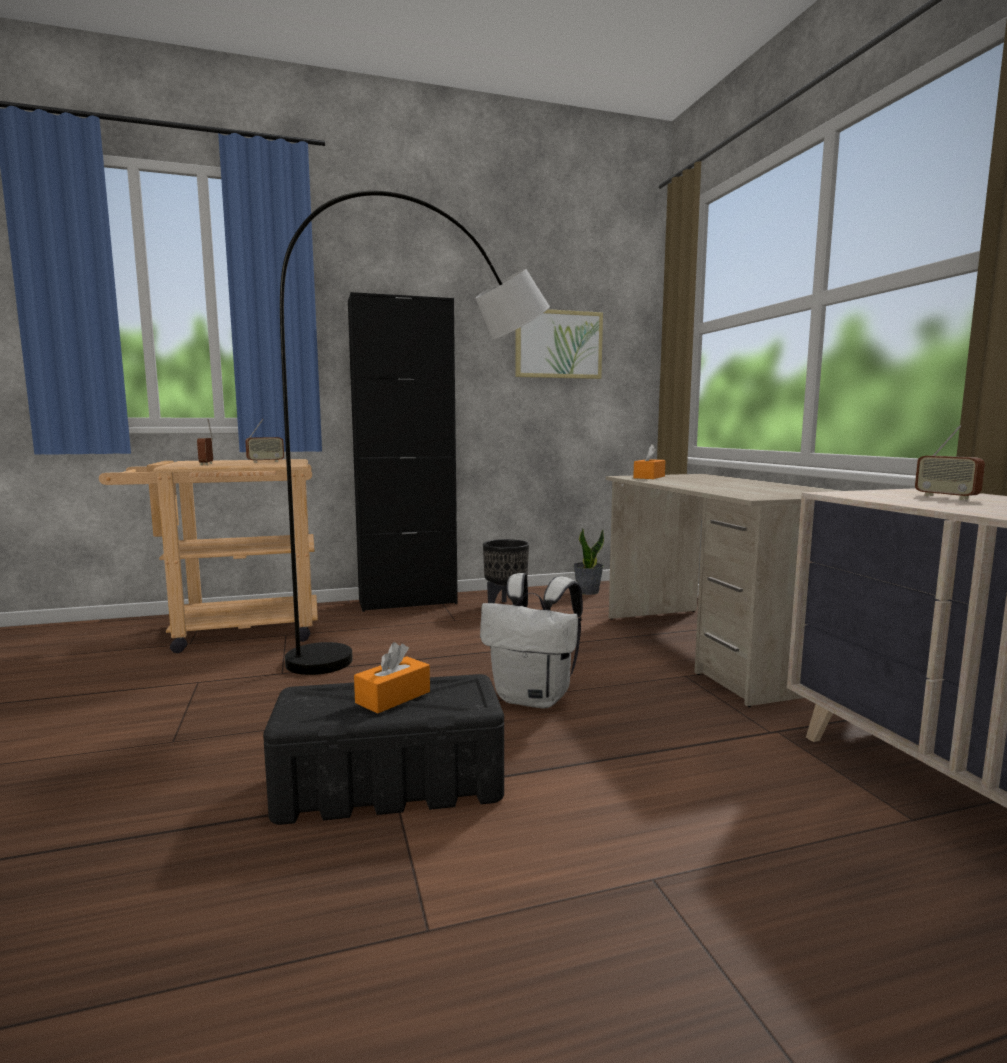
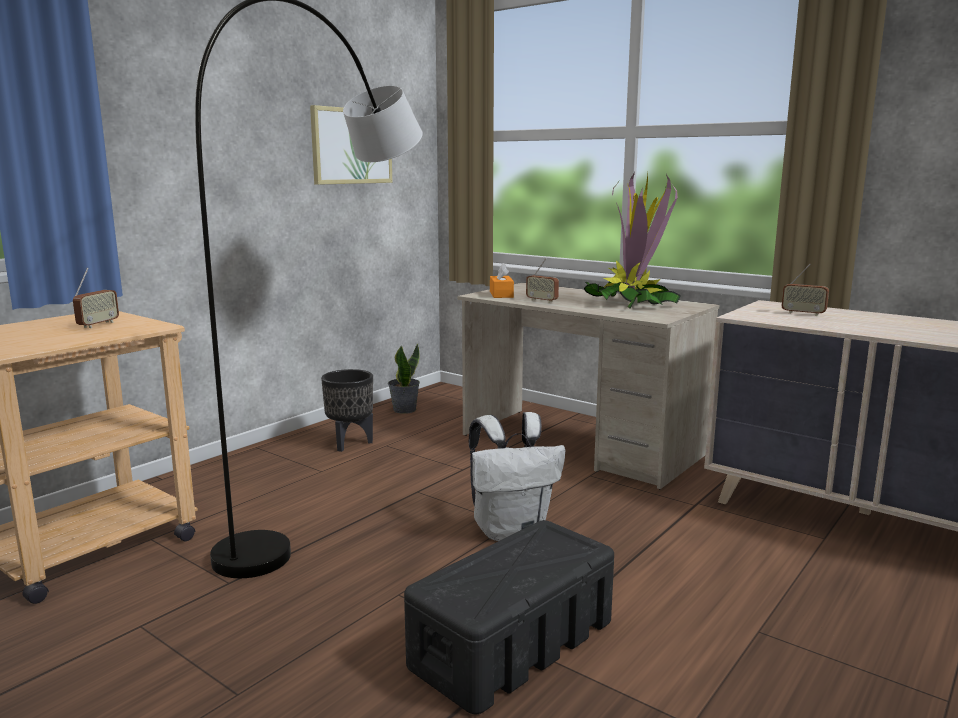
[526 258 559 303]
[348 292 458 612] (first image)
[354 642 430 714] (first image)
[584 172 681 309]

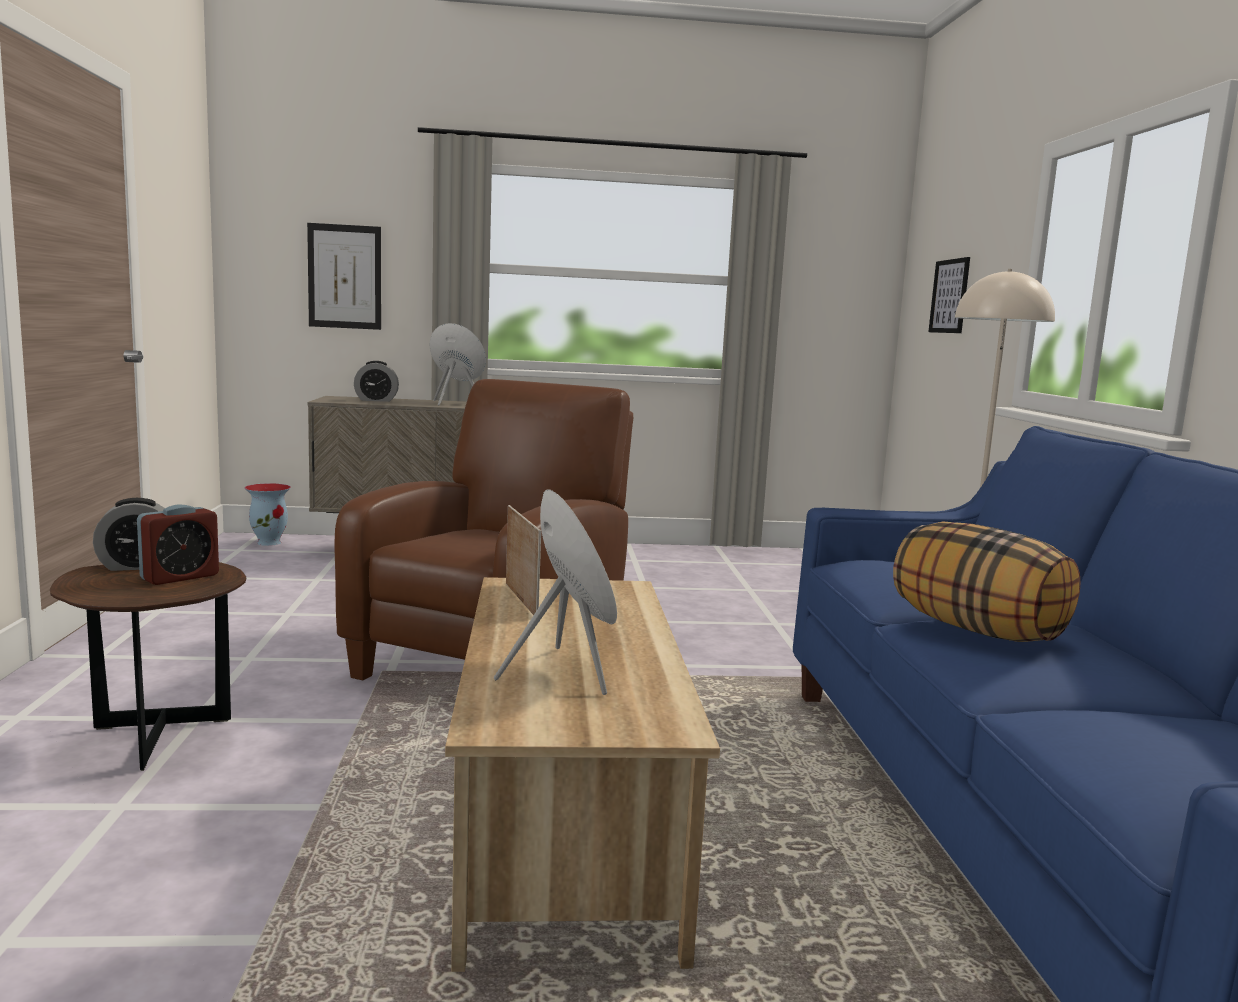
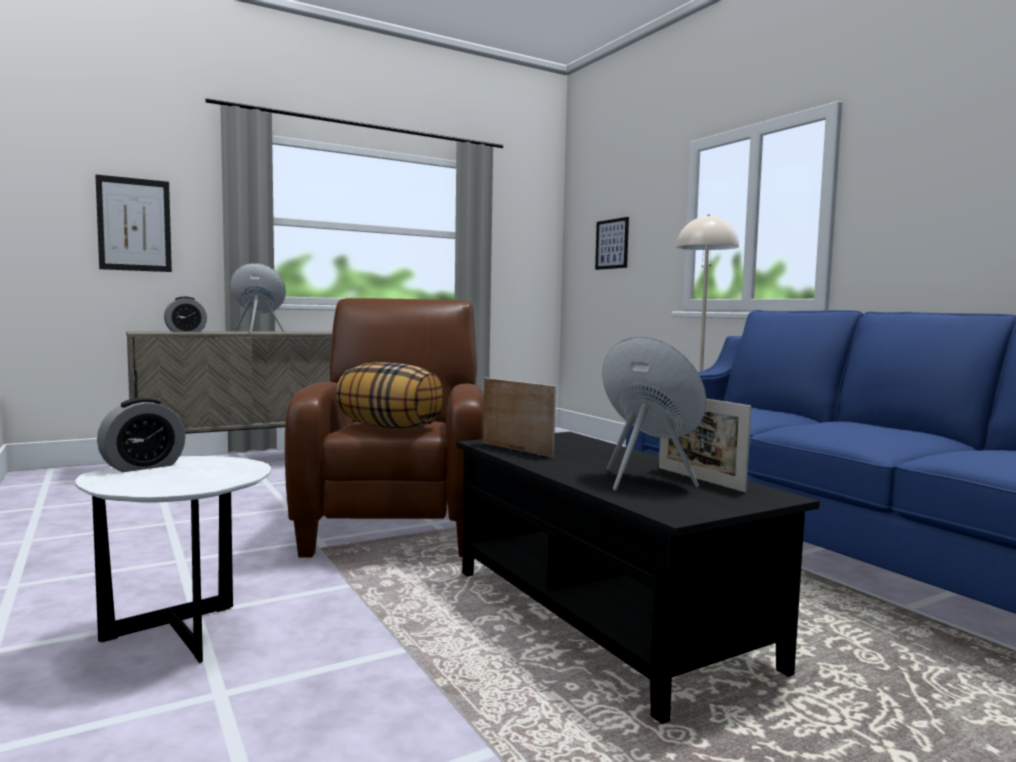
[75 456 271 663]
[137 505 219 585] (first image)
[245 483 291 546] (first image)
[456 432 820 724]
[336 362 444 429]
[659 399 751 492]

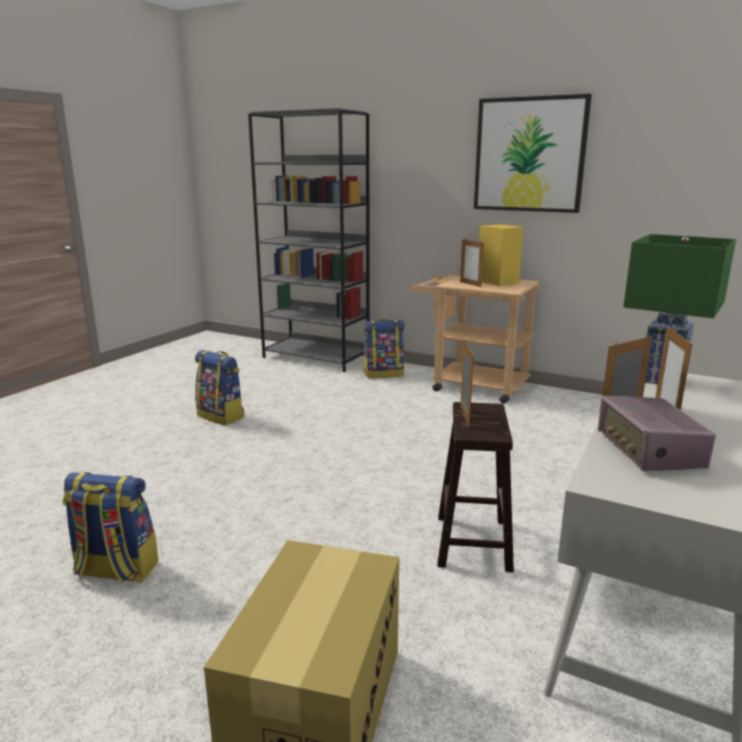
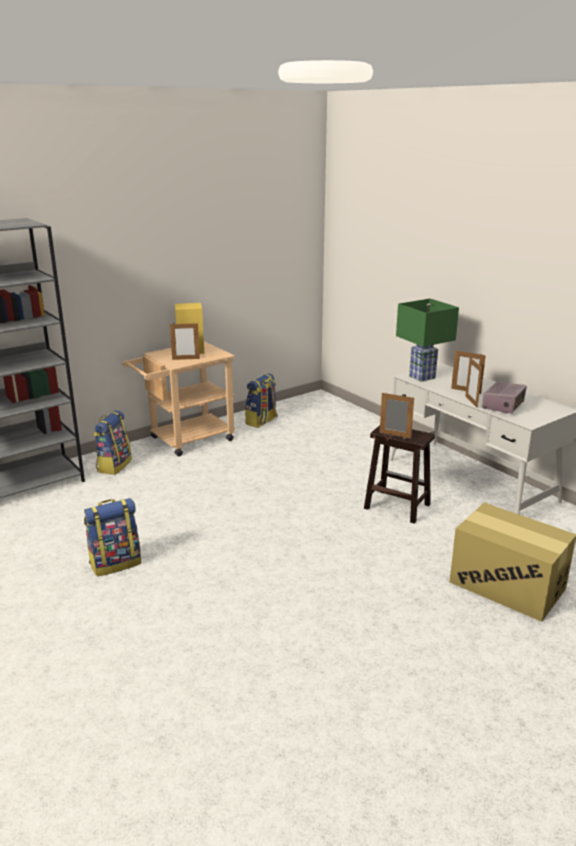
[245 373 278 428]
[474 94 592 213] (first image)
[482 382 527 414]

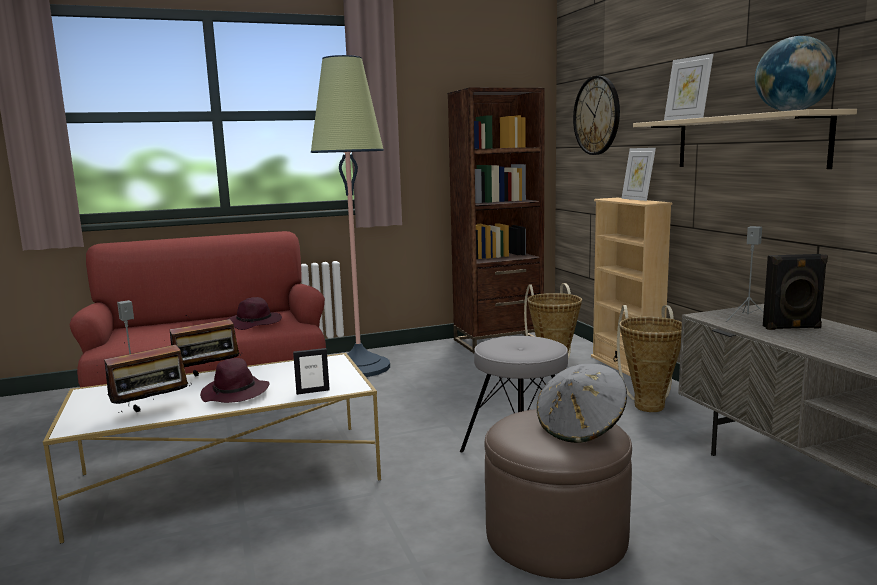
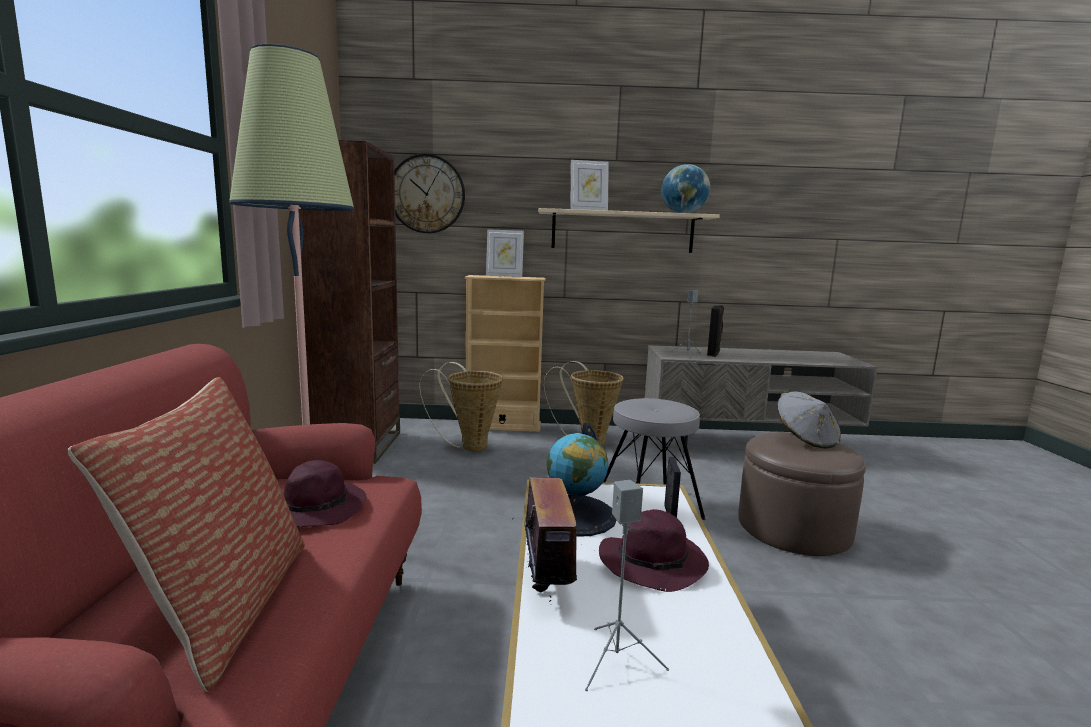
[104 342 192 413] (first image)
[68 377 305 692]
[547 423 617 537]

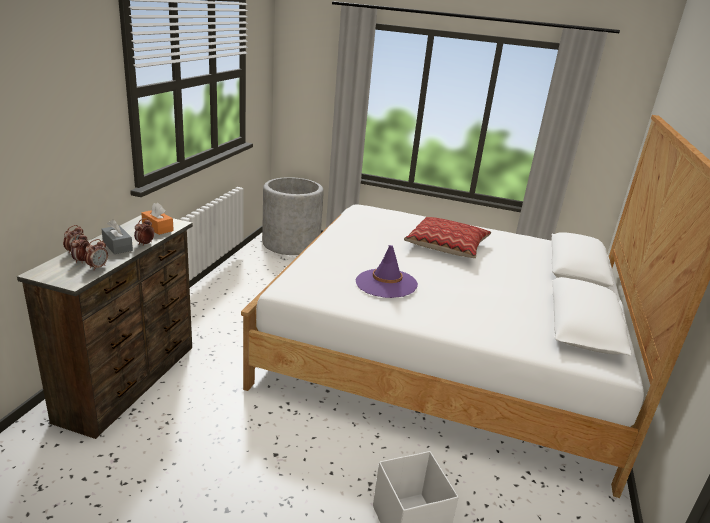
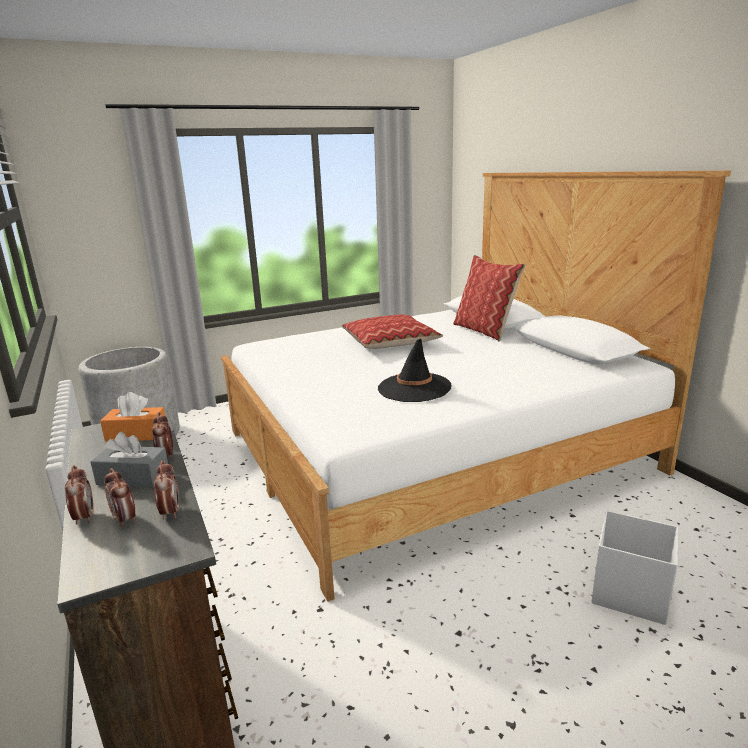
[378 339 452 402]
[453 255 526 342]

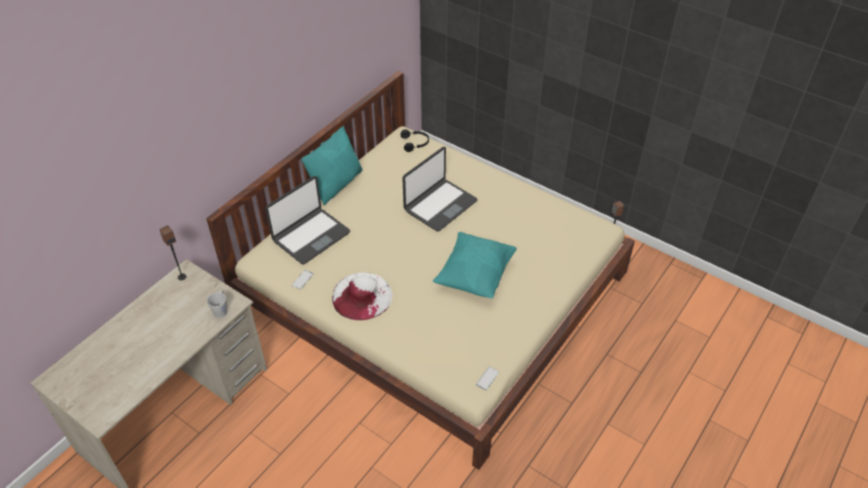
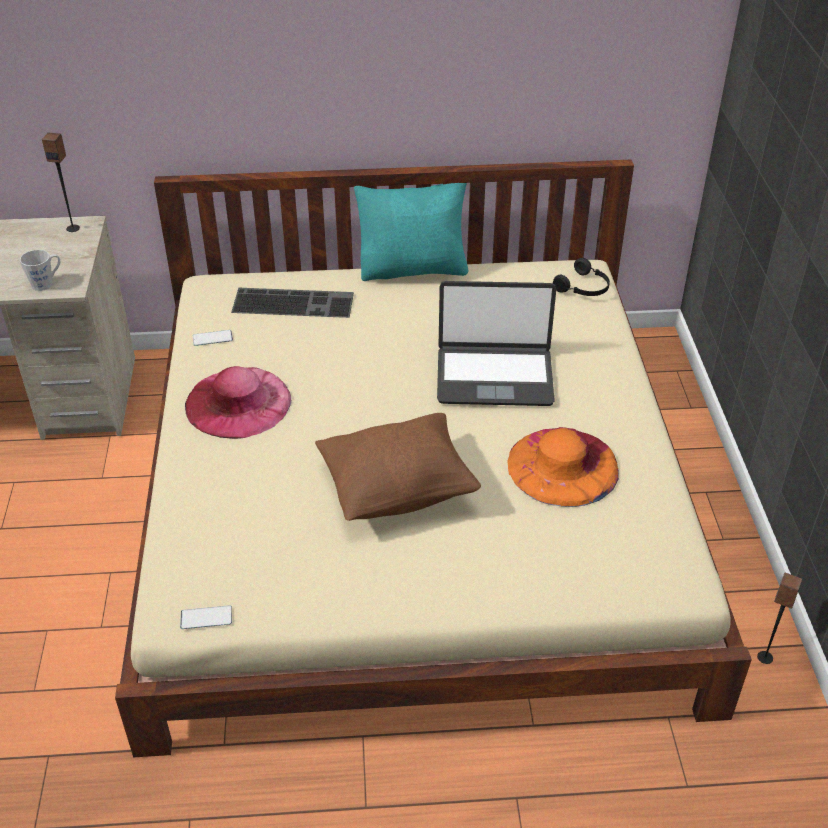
[231 288 354 318]
[185 366 291 439]
[315 413 481 521]
[507 427 619 507]

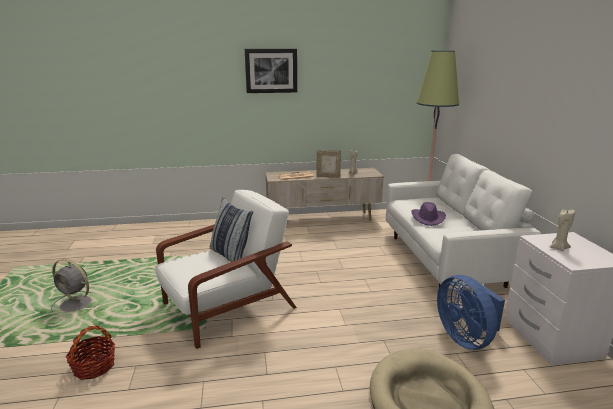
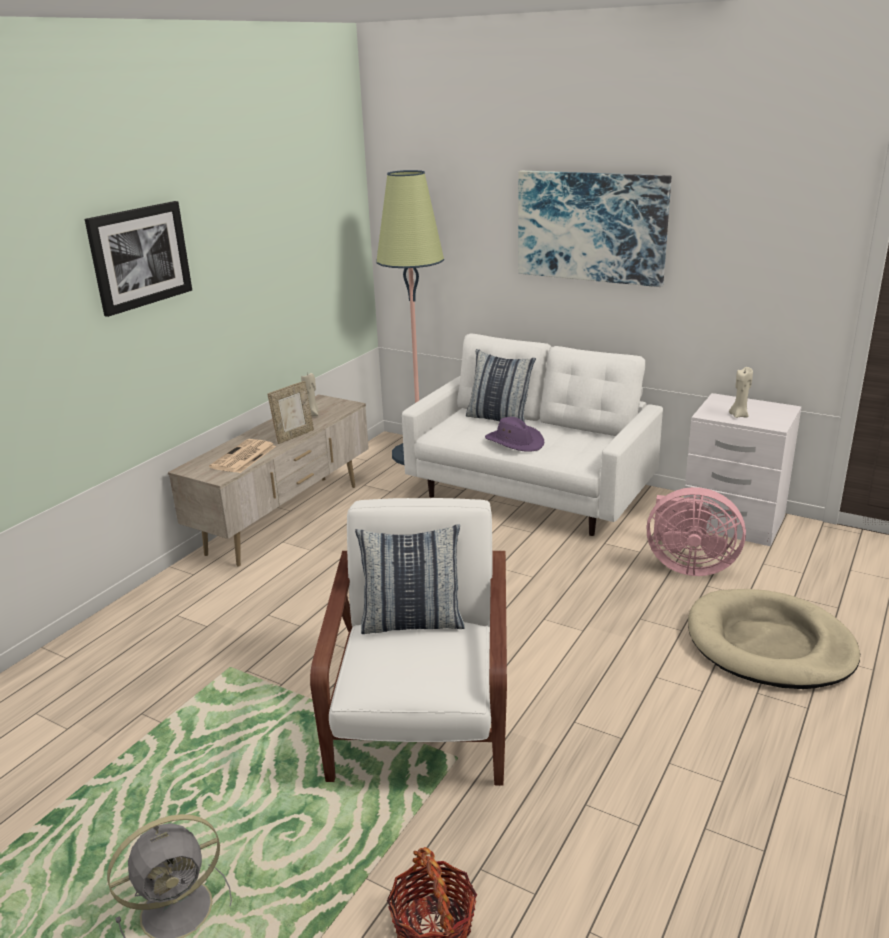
[647 487 746 576]
[466 349 536 423]
[518 171 671 287]

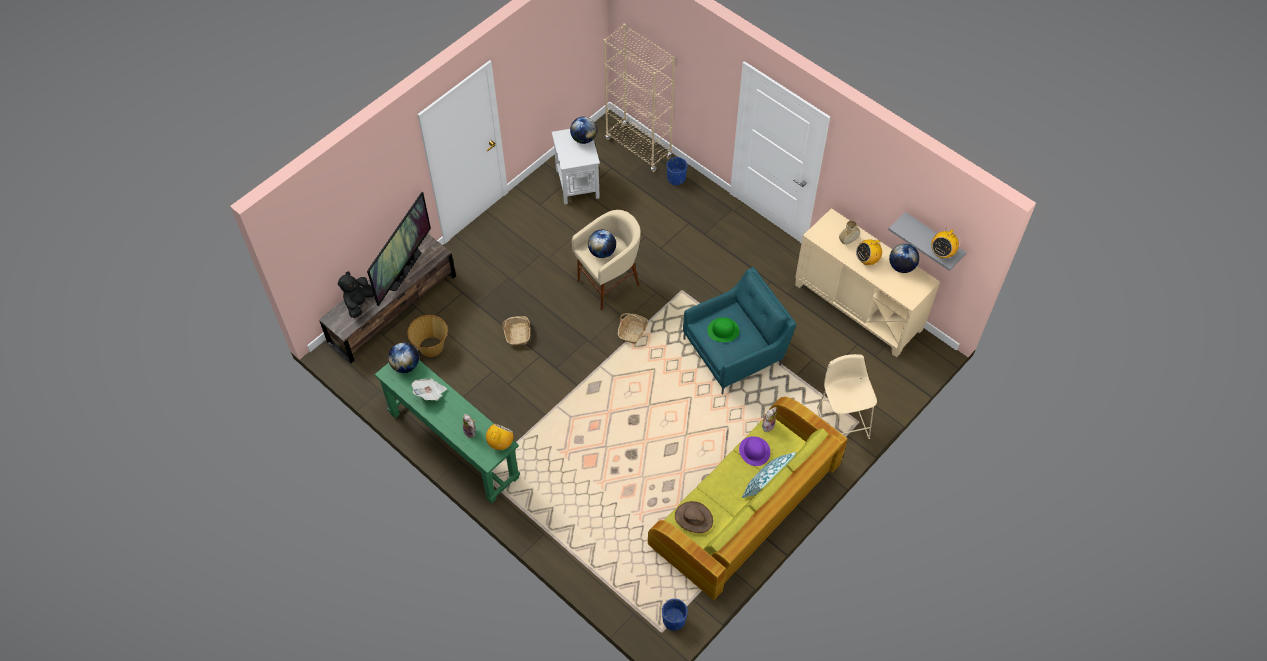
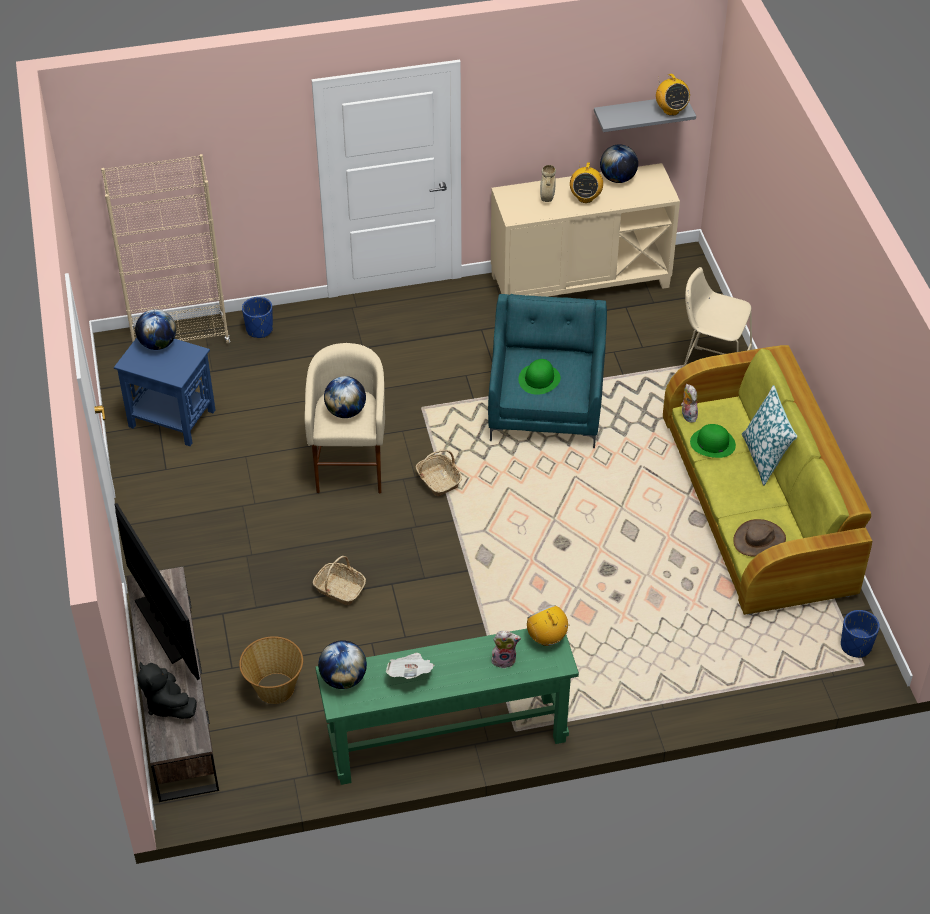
[114 338 215 446]
[690 424 736 458]

